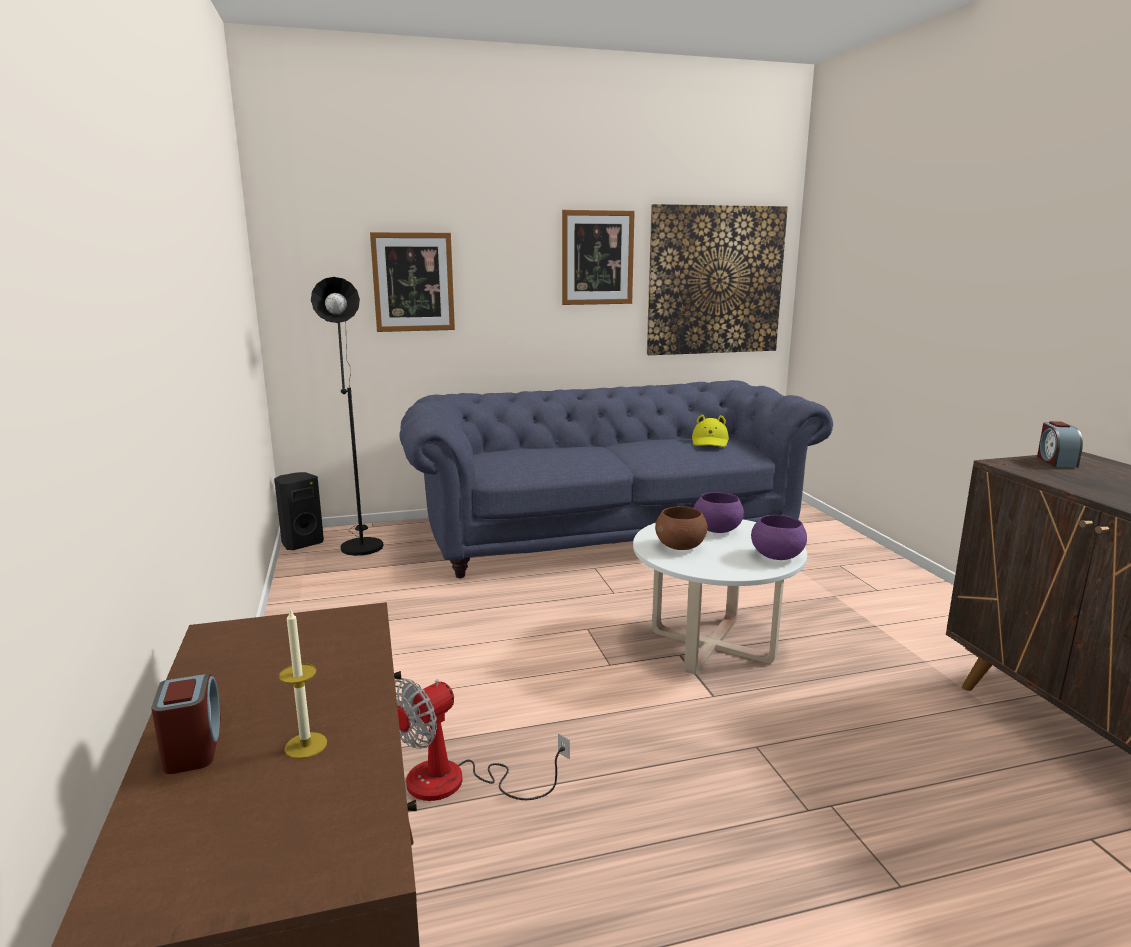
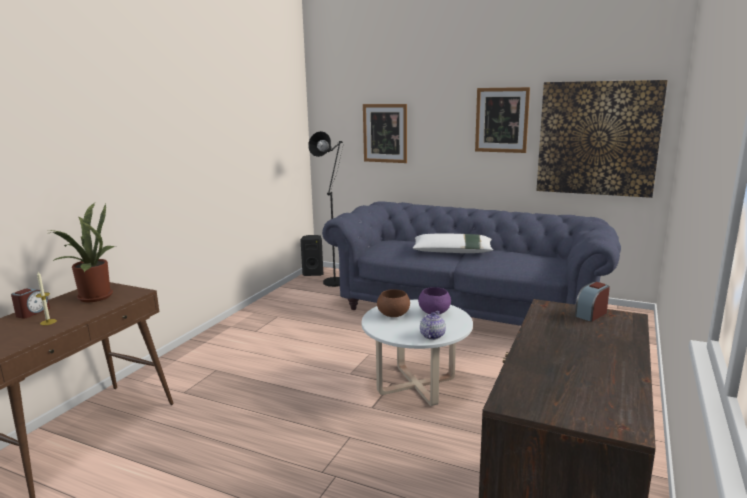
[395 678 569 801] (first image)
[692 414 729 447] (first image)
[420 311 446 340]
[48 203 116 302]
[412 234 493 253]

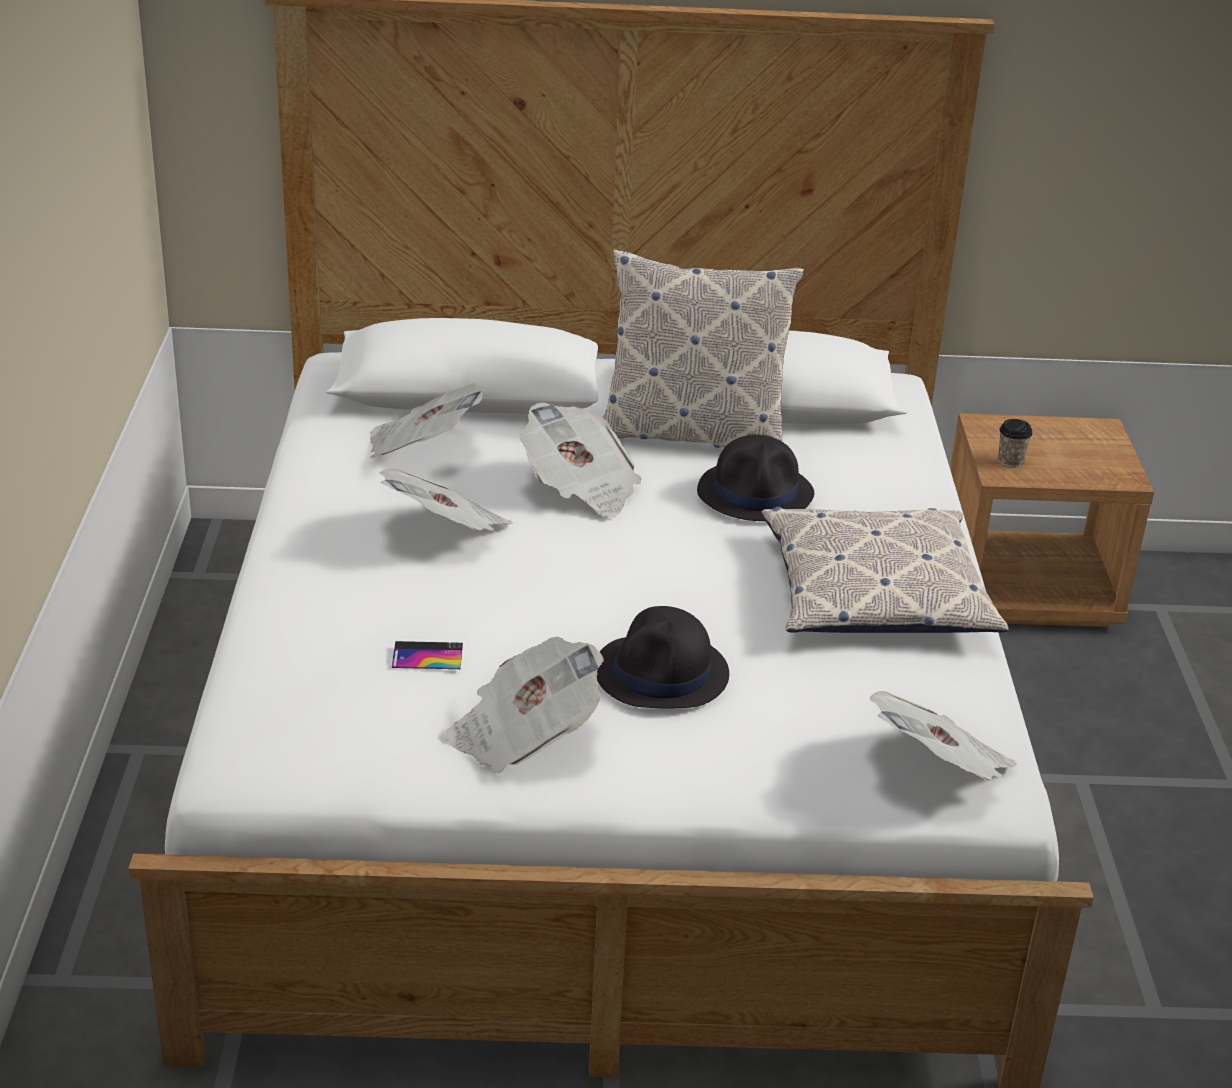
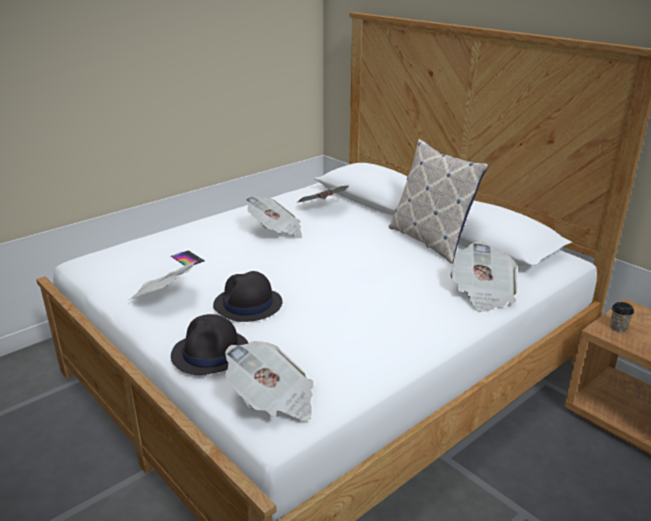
[450 242 518 312]
[171 314 248 375]
[761 507 1008 633] (first image)

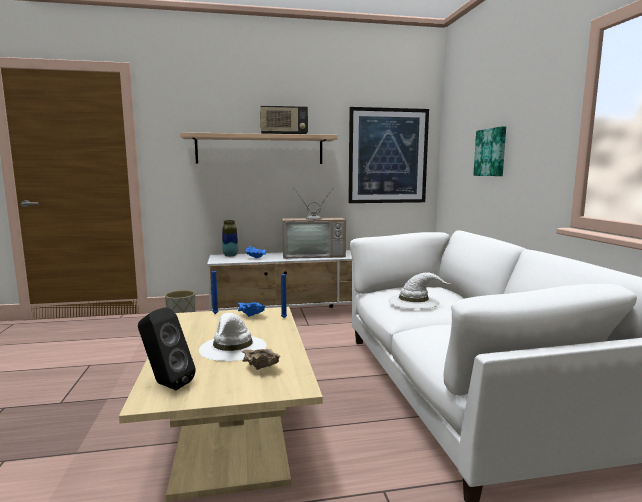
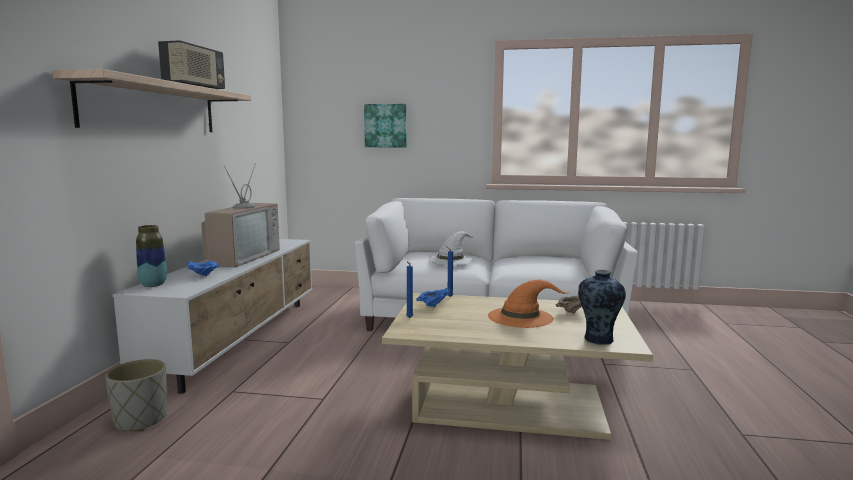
[578 270 626 345]
[488 279 570 328]
[348 107 429 203] (first image)

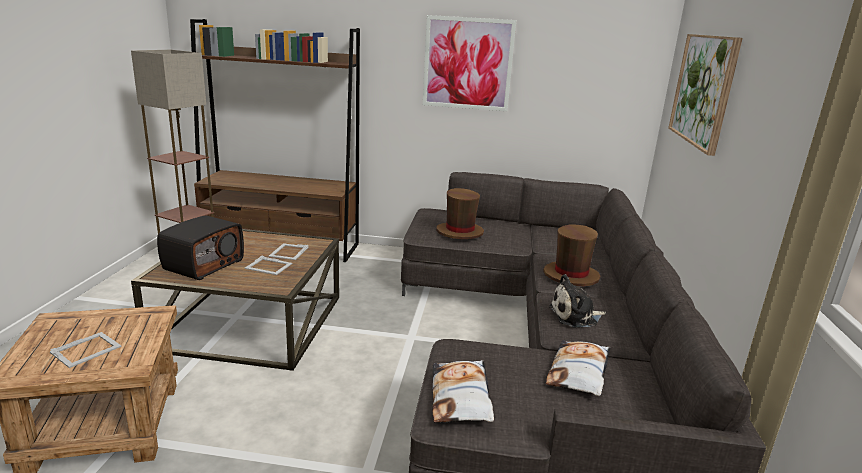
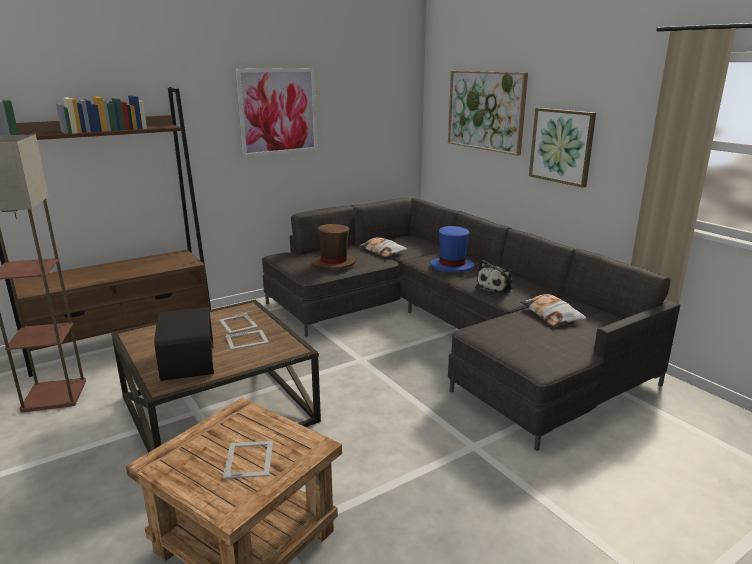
[358 237 407 257]
[430 226 474 272]
[529 108 596 188]

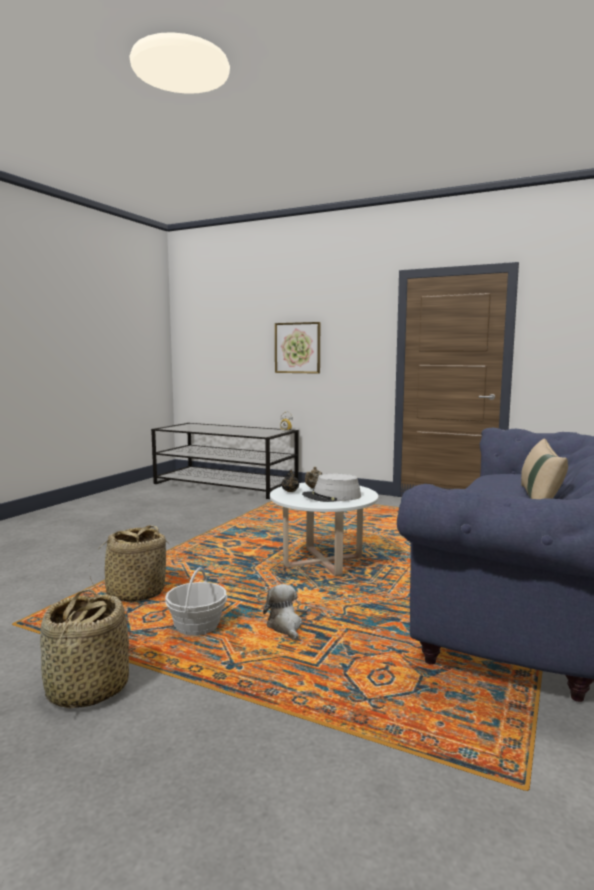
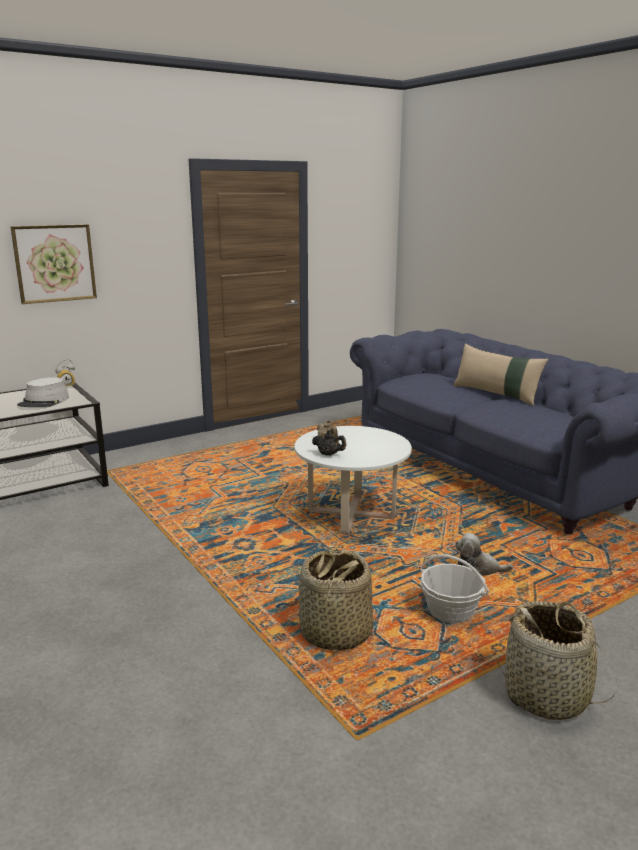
[17 377 69 407]

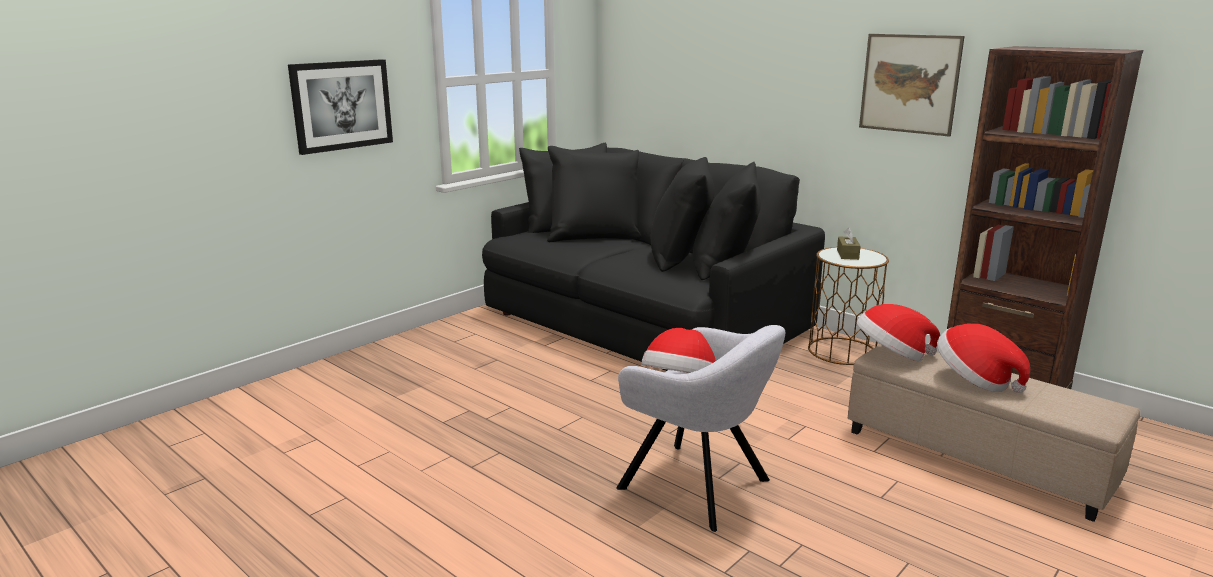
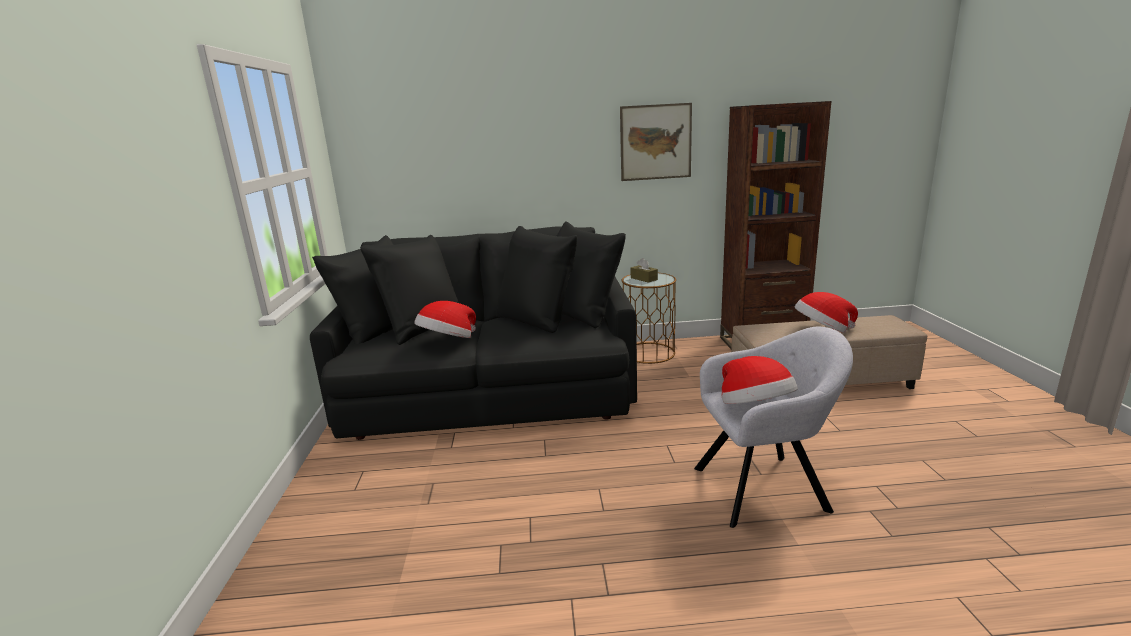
[288 59 393 155] (first image)
[414 301 476 338]

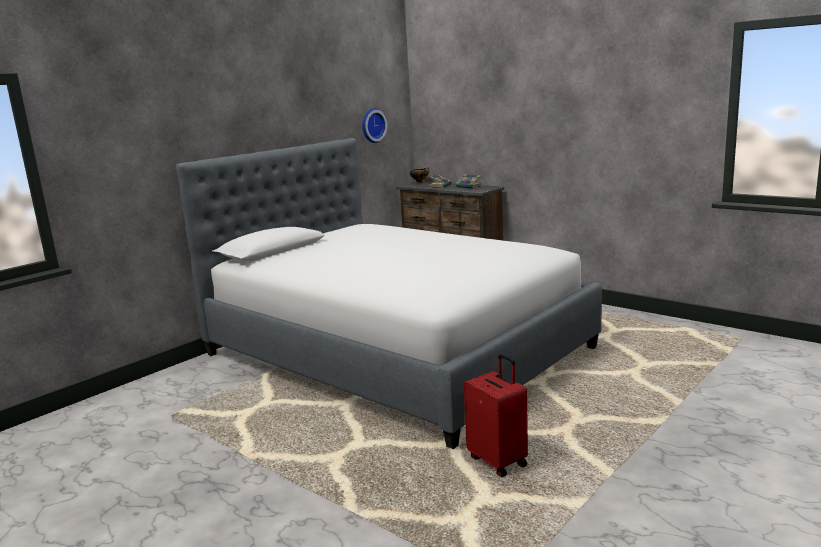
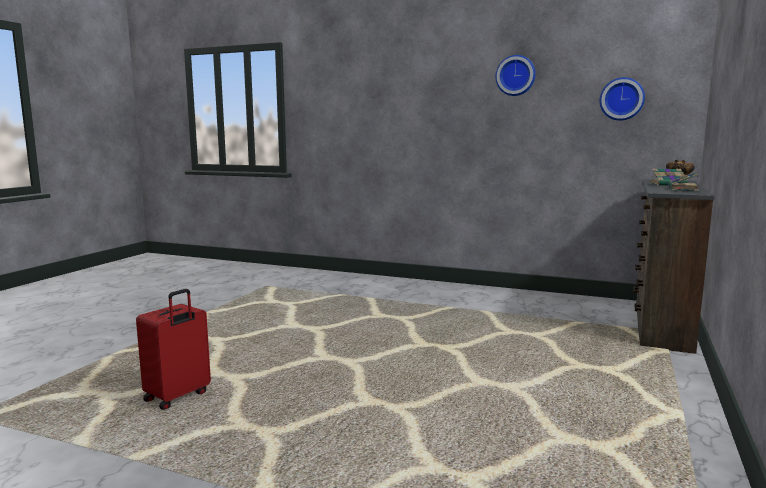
[176 138 602 449] (first image)
[496 55 536 96]

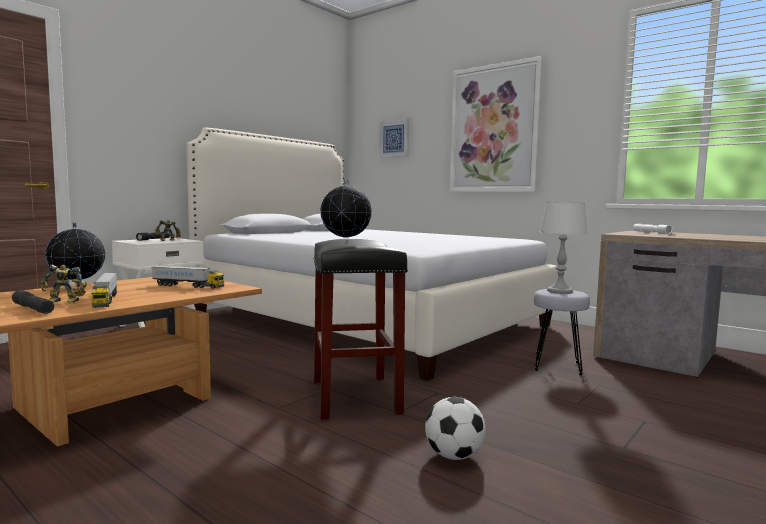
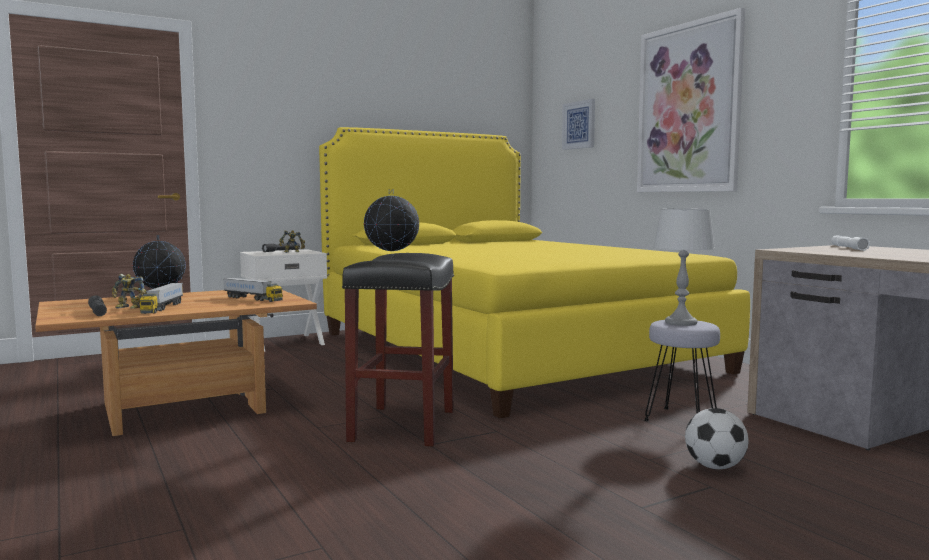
[319 127 750 418]
[685 408 749 469]

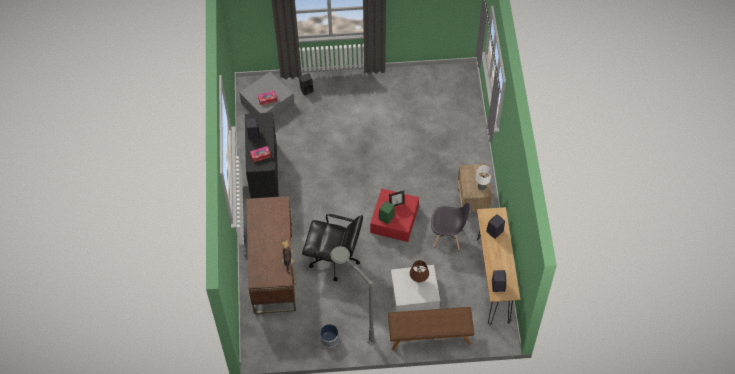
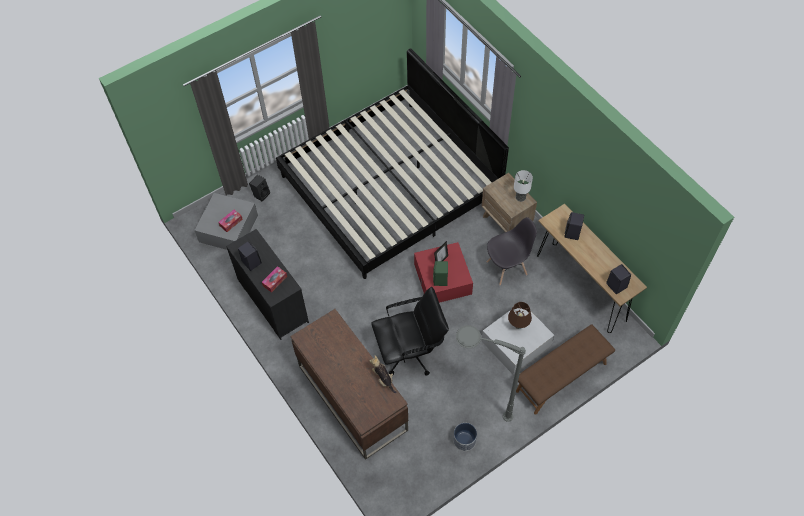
[276 49 509 279]

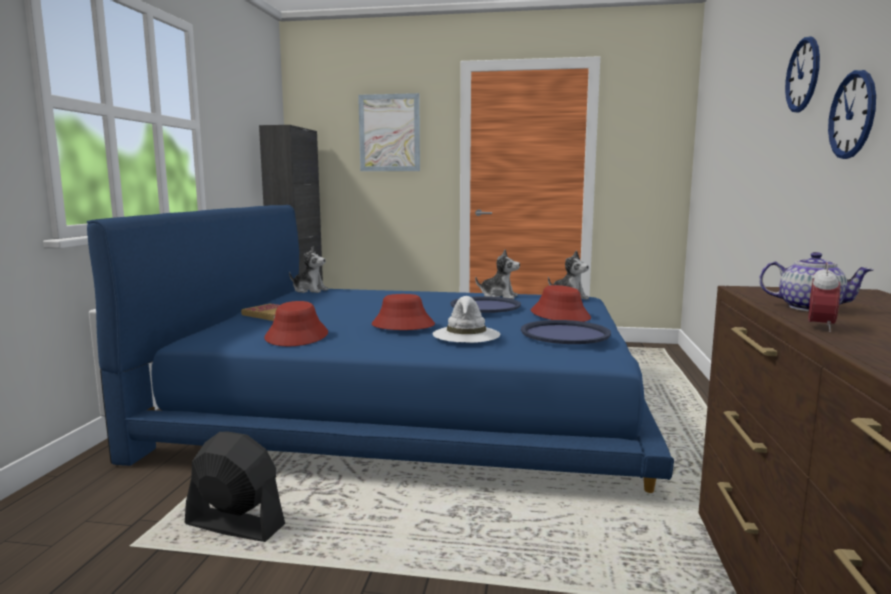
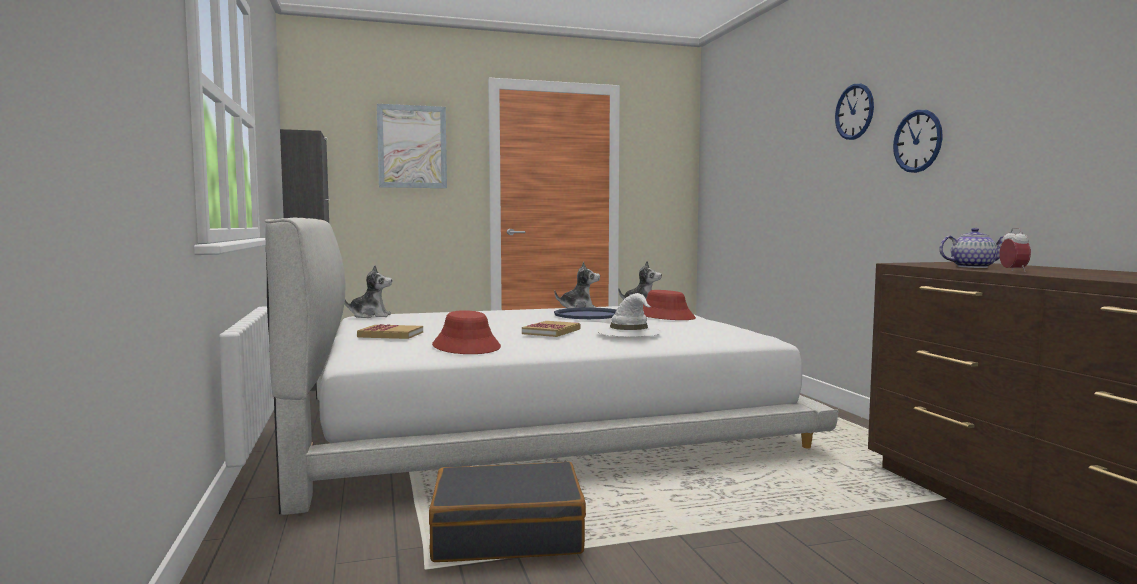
[265 218 839 515]
[429 462 586 562]
[522 321 580 337]
[521 320 611 344] (first image)

